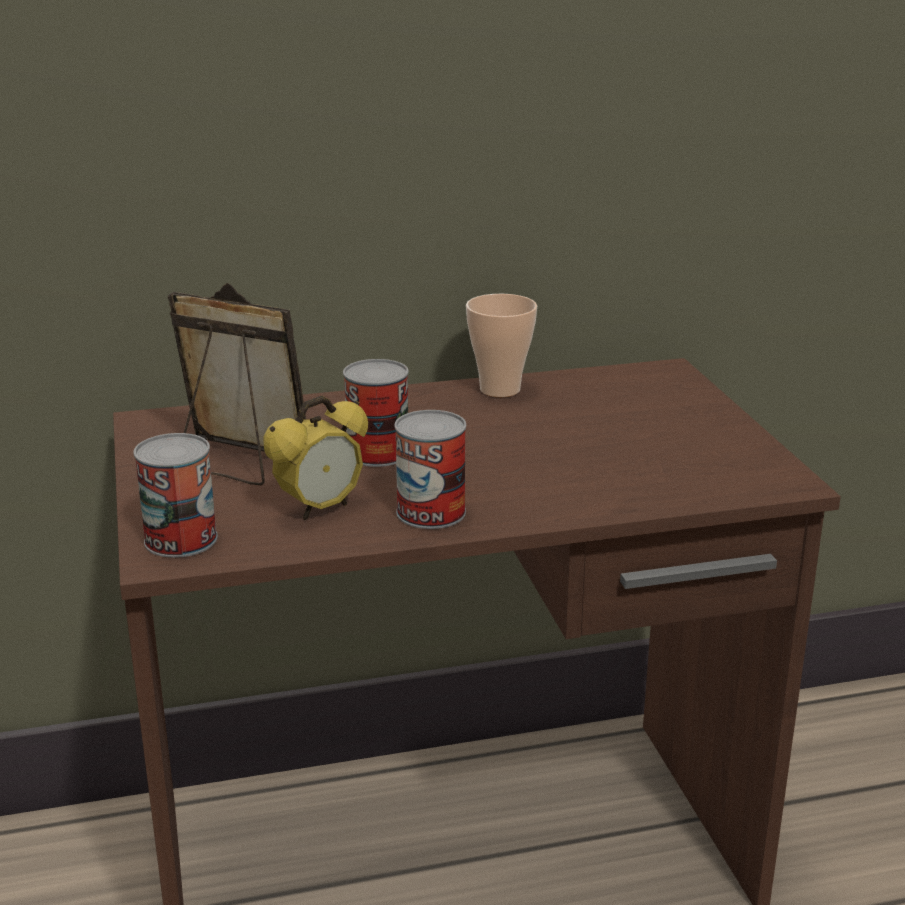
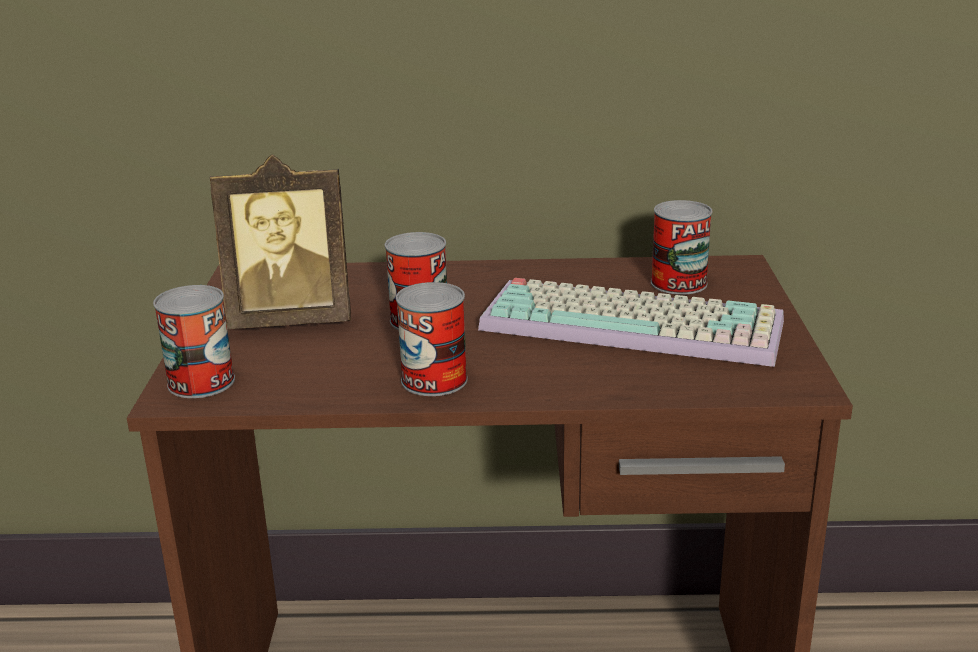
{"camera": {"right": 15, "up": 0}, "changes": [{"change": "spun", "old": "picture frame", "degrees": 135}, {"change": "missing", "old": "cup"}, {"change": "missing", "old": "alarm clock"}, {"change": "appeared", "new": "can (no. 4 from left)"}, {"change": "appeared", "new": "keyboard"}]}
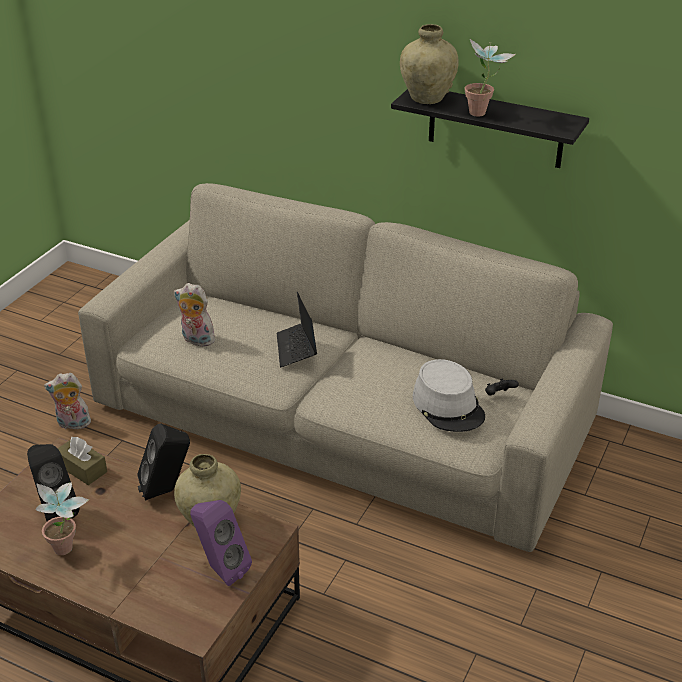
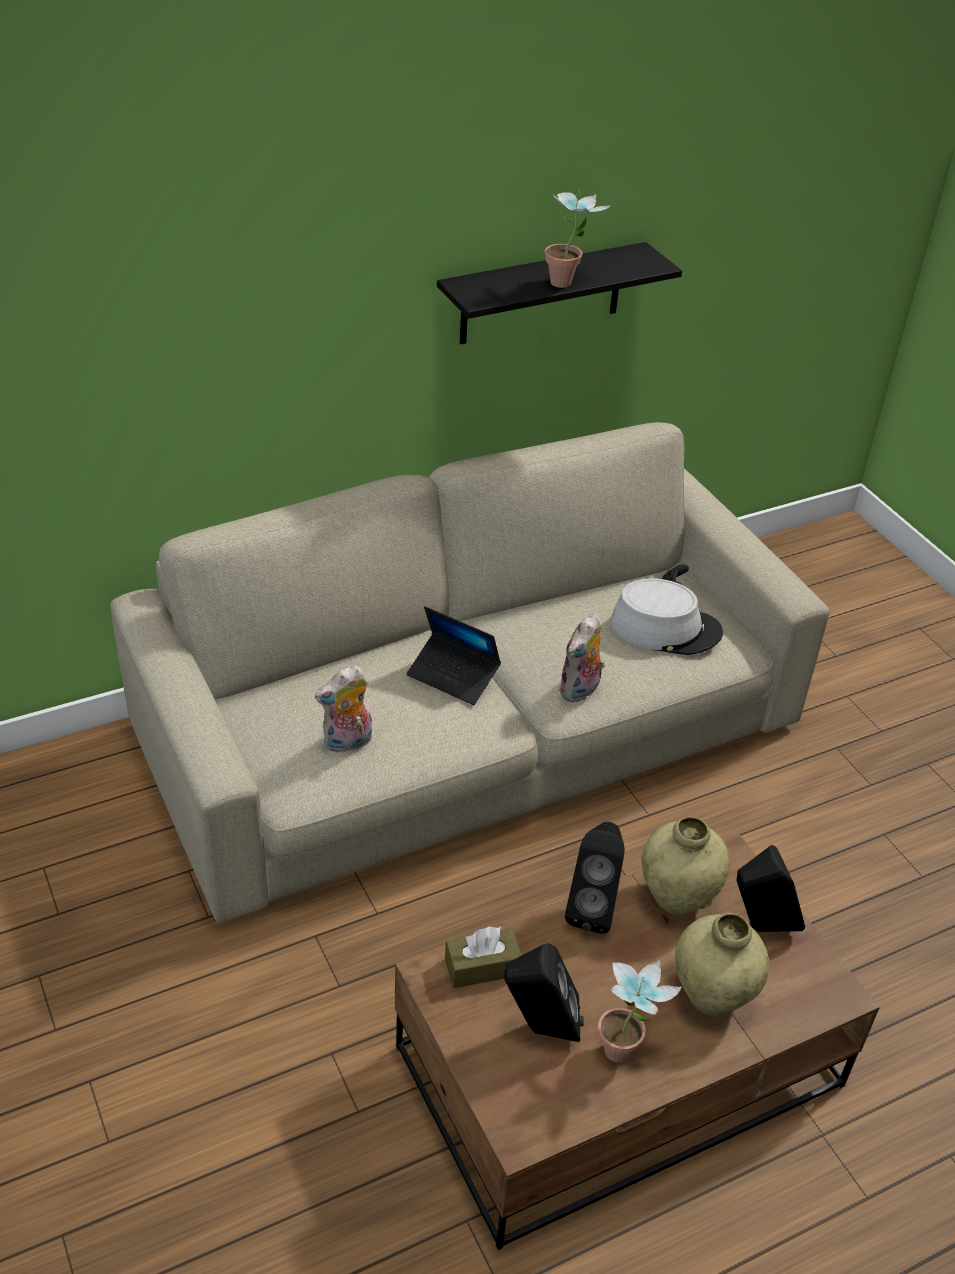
{"camera": {"right": -55, "up": 5}, "changes": [{"change": "relocated", "old": "vase (beige) (no. 2 from left)"}, {"change": "relocated", "old": "plush toy (no. 1 from left in the first image)", "new": "plush toy (no. 2 from left)"}, {"change": "colour", "old": "speaker (purple)", "new": "speaker (black) (no. 3 from left)"}]}
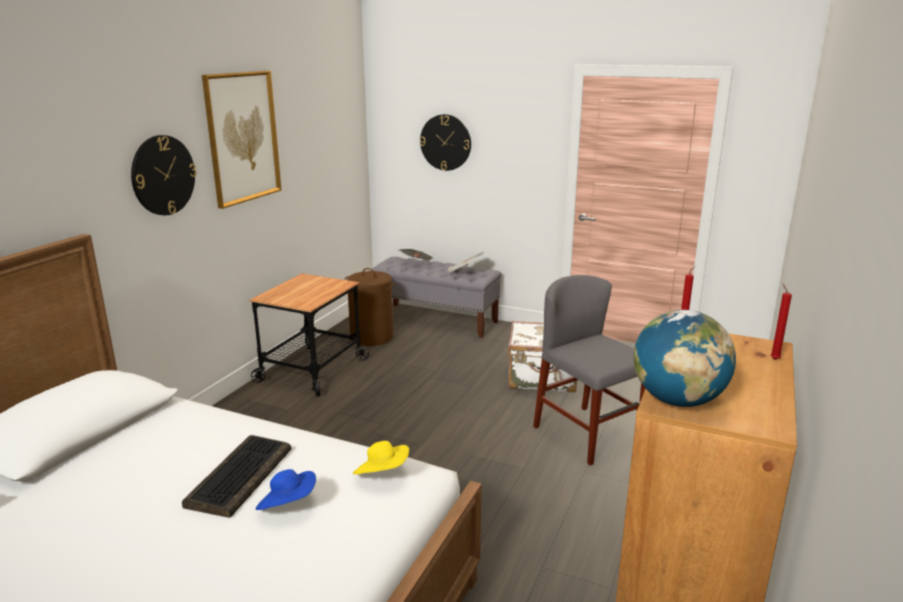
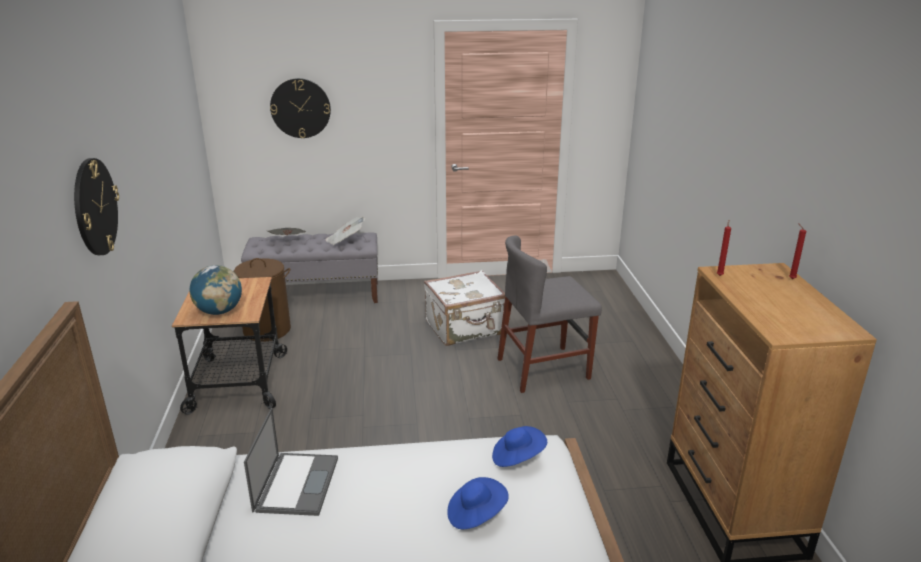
{"camera": {"right": -30, "up": 5}, "changes": [{"change": "missing", "old": "picture"}, {"change": "spun", "old": "chair (grey)", "degrees": -45}, {"change": "relocated", "old": "globe"}, {"change": "missing", "old": "keyboard"}, {"change": "colour", "old": "hat (yellow)", "new": "hat (blue) (no. 2 from left)"}, {"change": "appeared", "new": "laptop"}]}
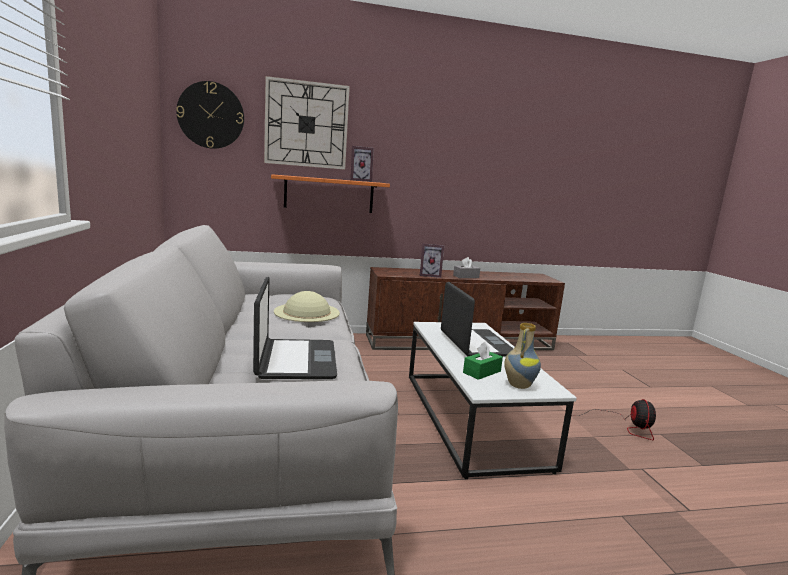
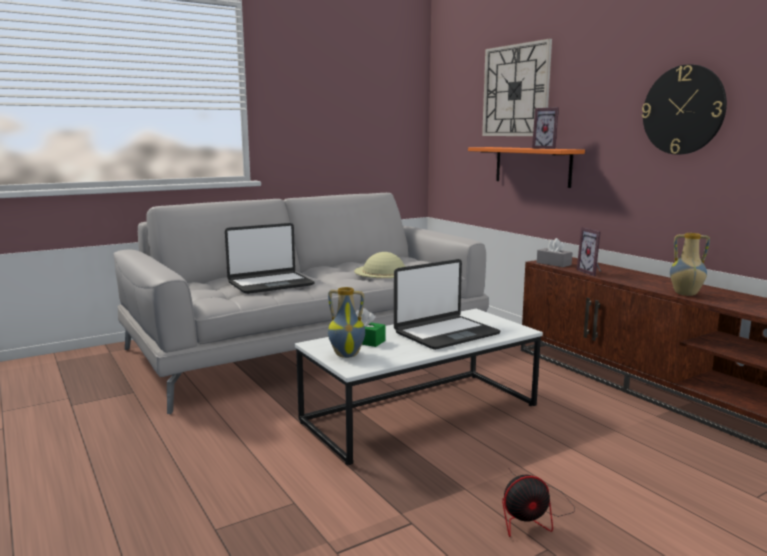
{"camera": {"right": 70, "up": 0}, "changes": [{"change": "relocated", "old": "wall clock (no. 1 from left in the first image)", "new": "wall clock (no. 2 from left)"}, {"change": "relocated", "old": "tissue box (grey)"}, {"change": "appeared", "new": "vase (no. 2 from left)"}]}
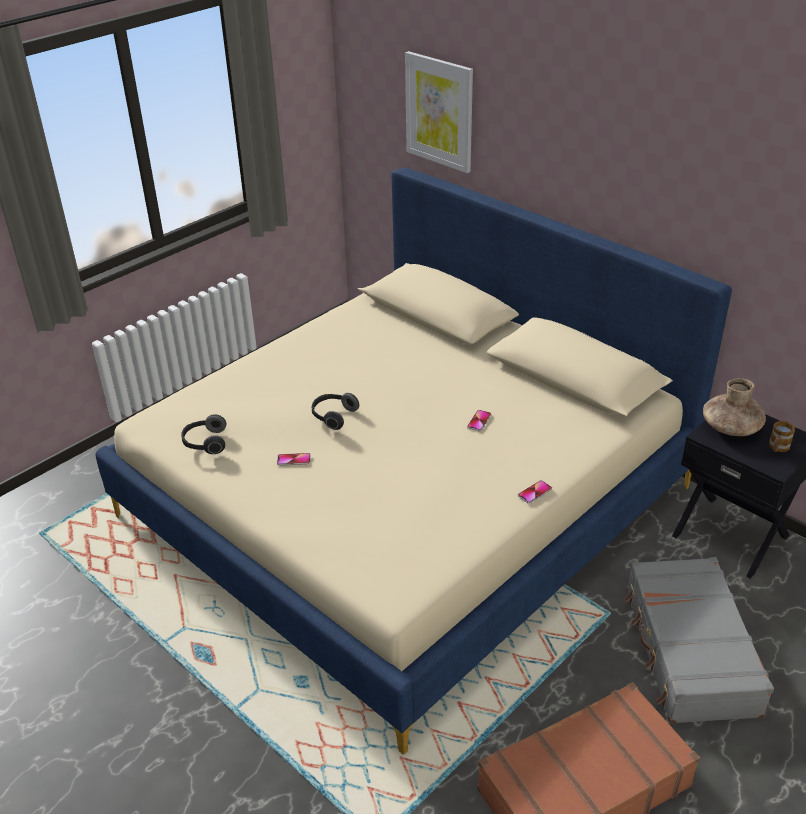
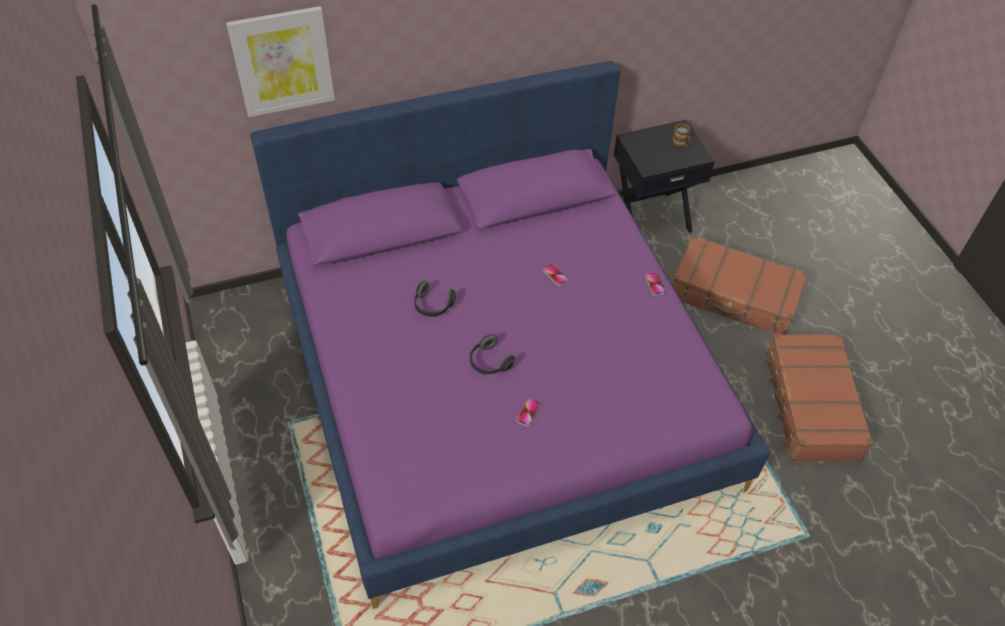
{"camera": {"right": -65, "up": 15}, "changes": [{"change": "colour", "old": "bed (beige)", "new": "bed (purple)"}, {"change": "missing", "old": "vase (brown)"}, {"change": "relocated", "old": "headphones (no. 1 from left)"}, {"change": "colour", "old": "suitcase (grey)", "new": "suitcase (brown) (no. 1 from left)"}]}
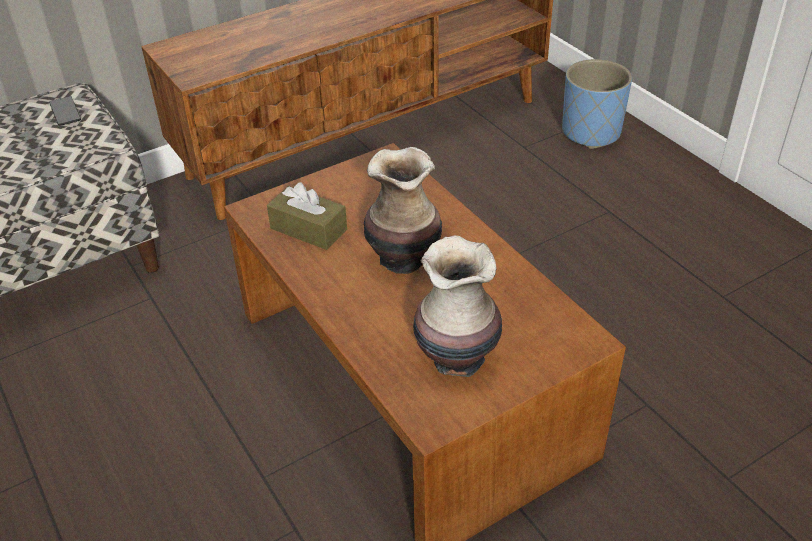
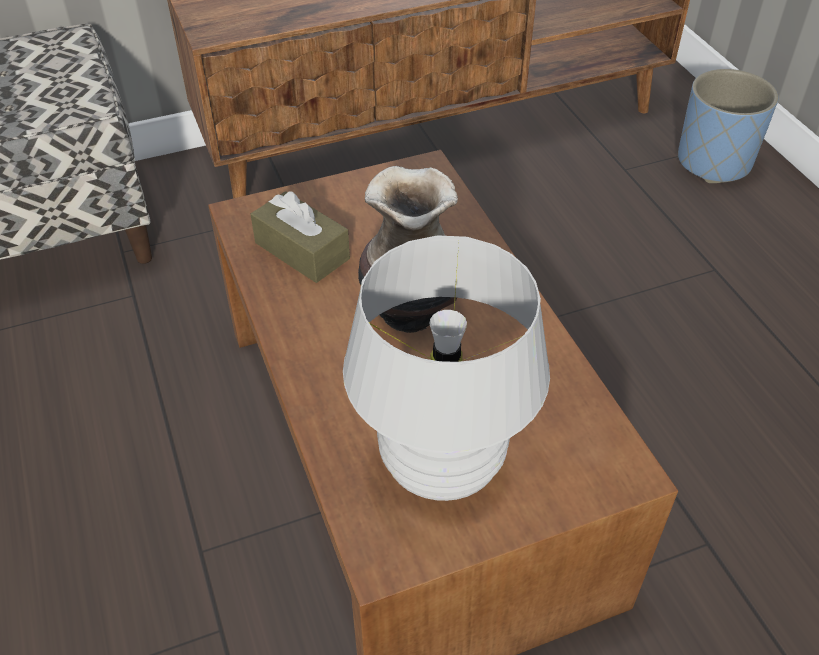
{"camera": {"right": 10, "up": 5}, "changes": [{"change": "missing", "old": "phone"}, {"change": "exchanged", "old": "vase (no. 2 from left)", "new": "table lamp (white)"}]}
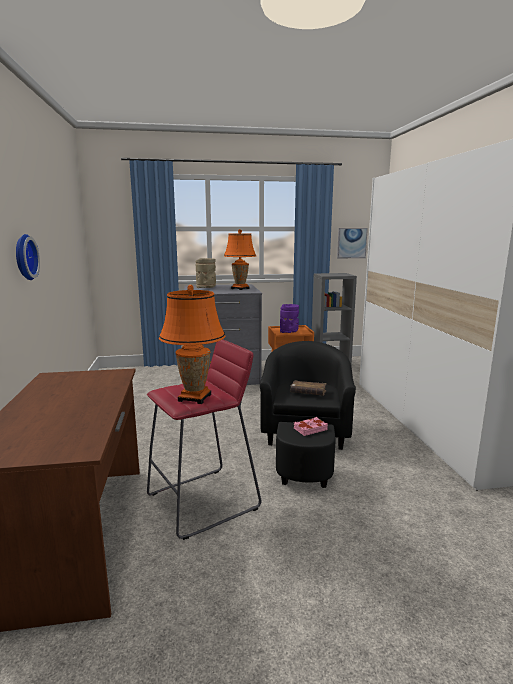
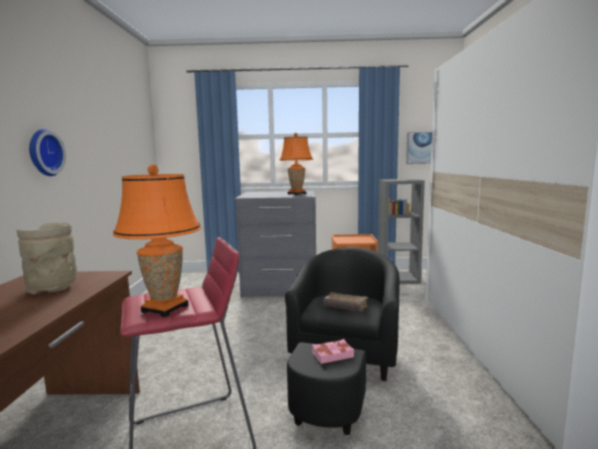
{"camera": {"right": 10, "up": -5}, "changes": [{"change": "relocated", "old": "vase (beige)"}, {"change": "missing", "old": "vase (purple)"}]}
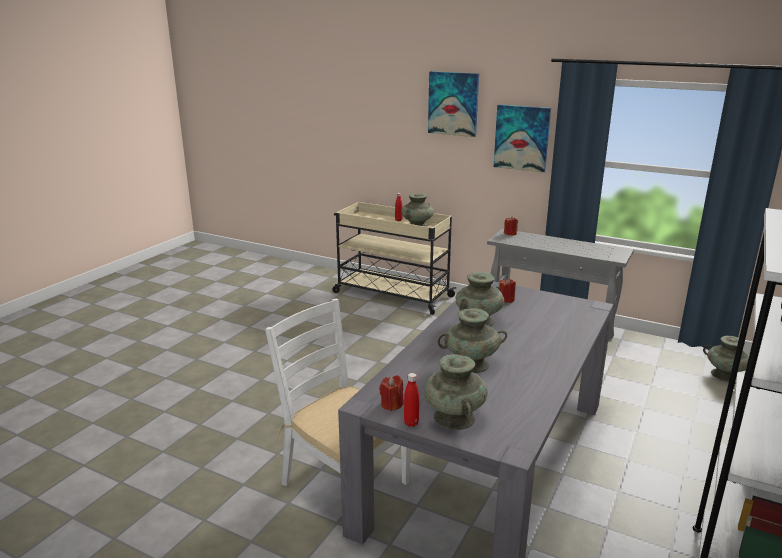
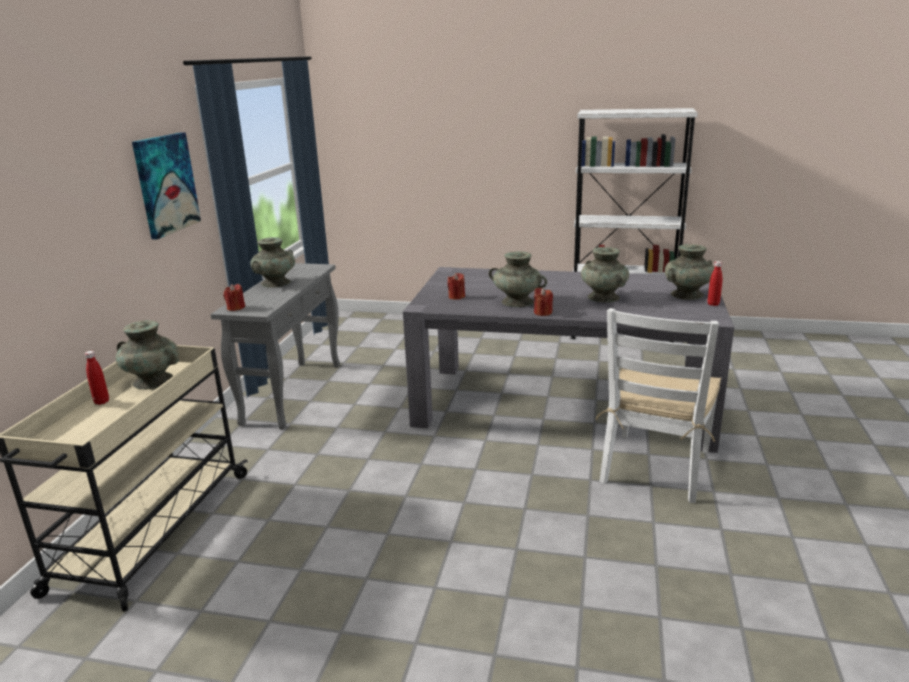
{"camera": {"right": -105, "up": 0}, "changes": [{"change": "missing", "old": "picture (no. 1 from left)"}, {"change": "relocated", "old": "vase (turquoise) (no. 5 from left in the first image)", "new": "vase (turquoise) (no. 2 from left)"}, {"change": "relocated", "old": "candle (red) (no. 1 from left in the first image)", "new": "candle (red) (no. 3 from left)"}]}
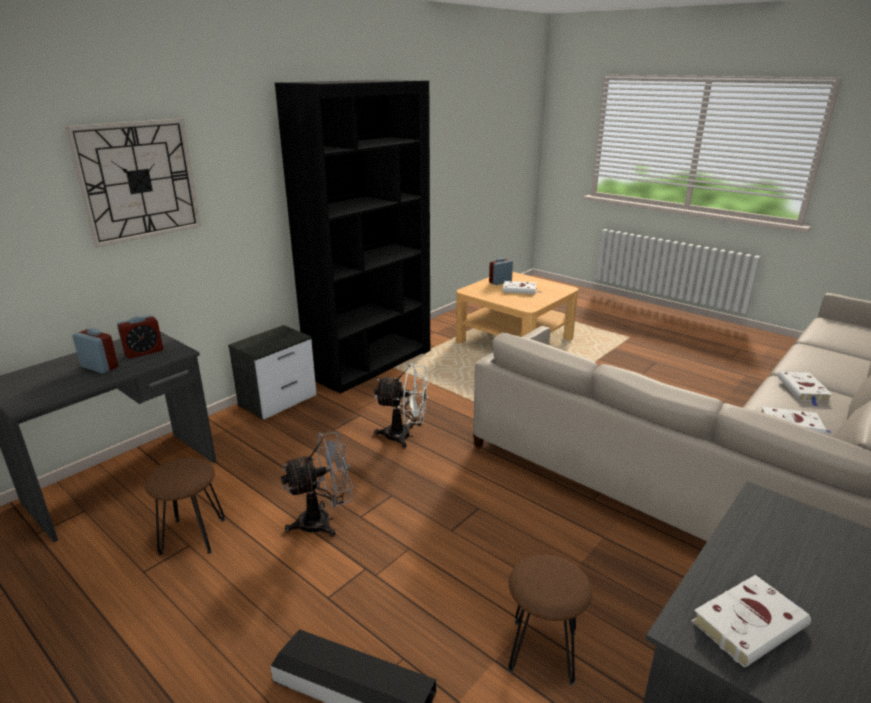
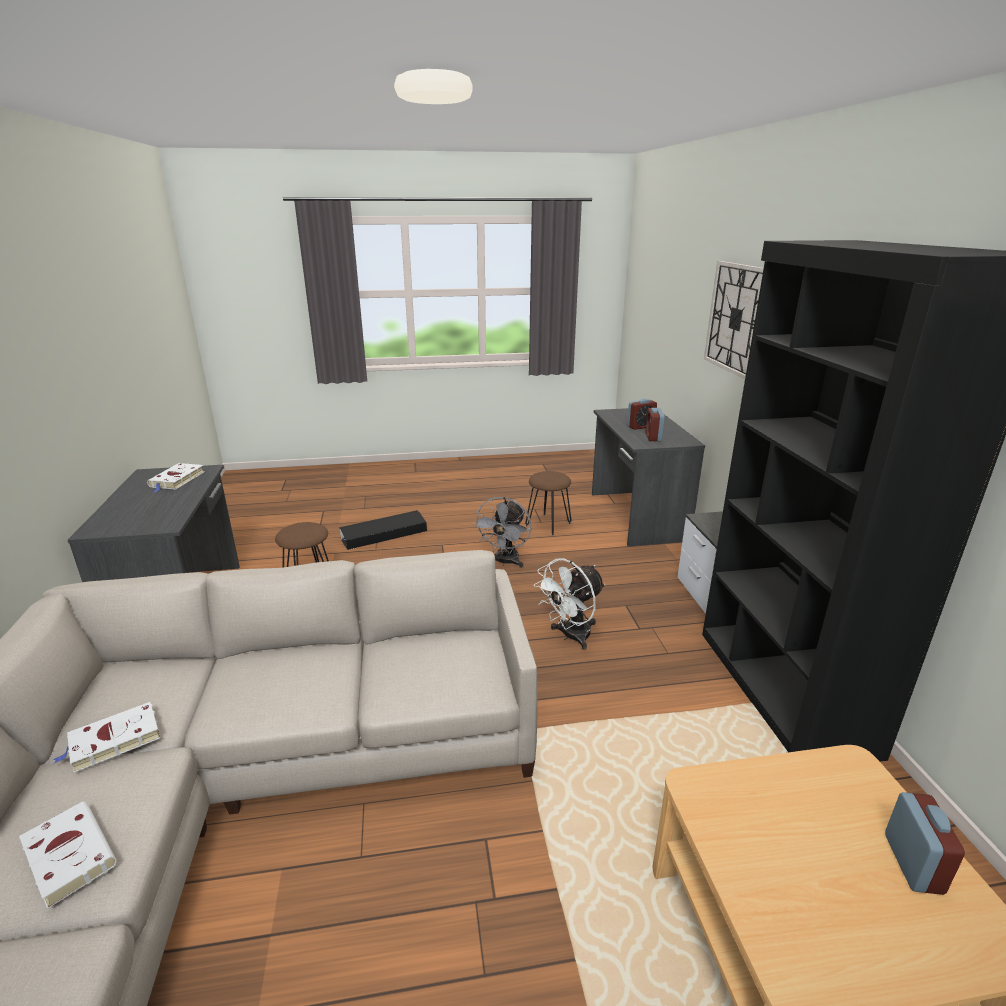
{"camera": {"right": 130, "up": 0}, "changes": [{"change": "missing", "old": "book (white) (no. 1 from left)"}]}
